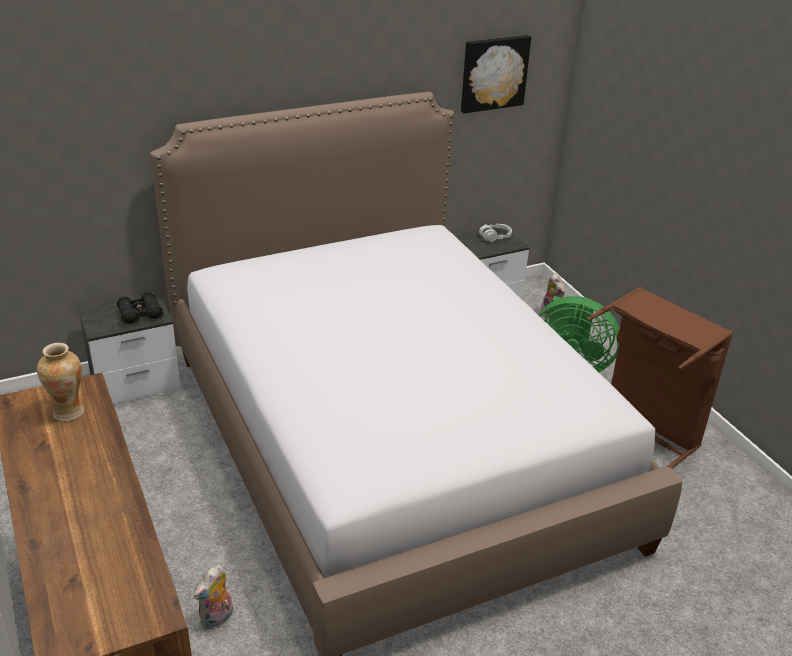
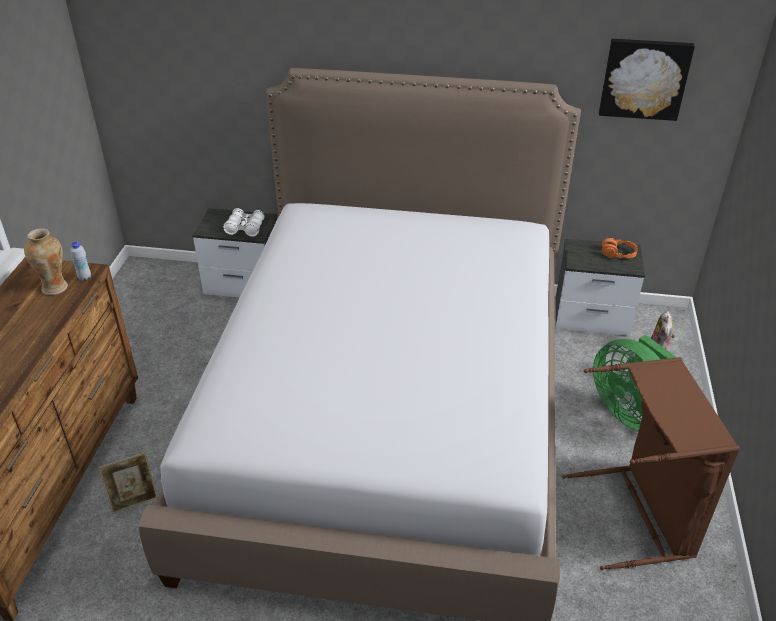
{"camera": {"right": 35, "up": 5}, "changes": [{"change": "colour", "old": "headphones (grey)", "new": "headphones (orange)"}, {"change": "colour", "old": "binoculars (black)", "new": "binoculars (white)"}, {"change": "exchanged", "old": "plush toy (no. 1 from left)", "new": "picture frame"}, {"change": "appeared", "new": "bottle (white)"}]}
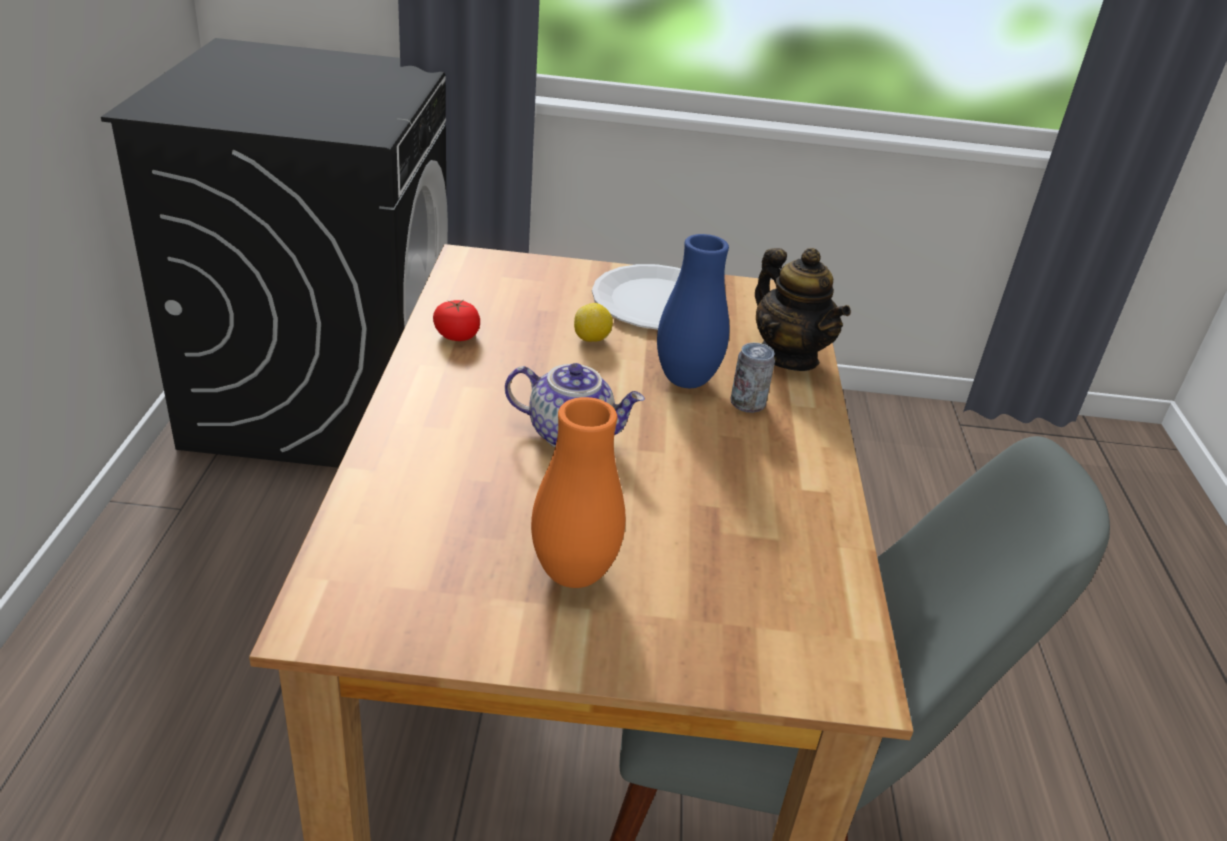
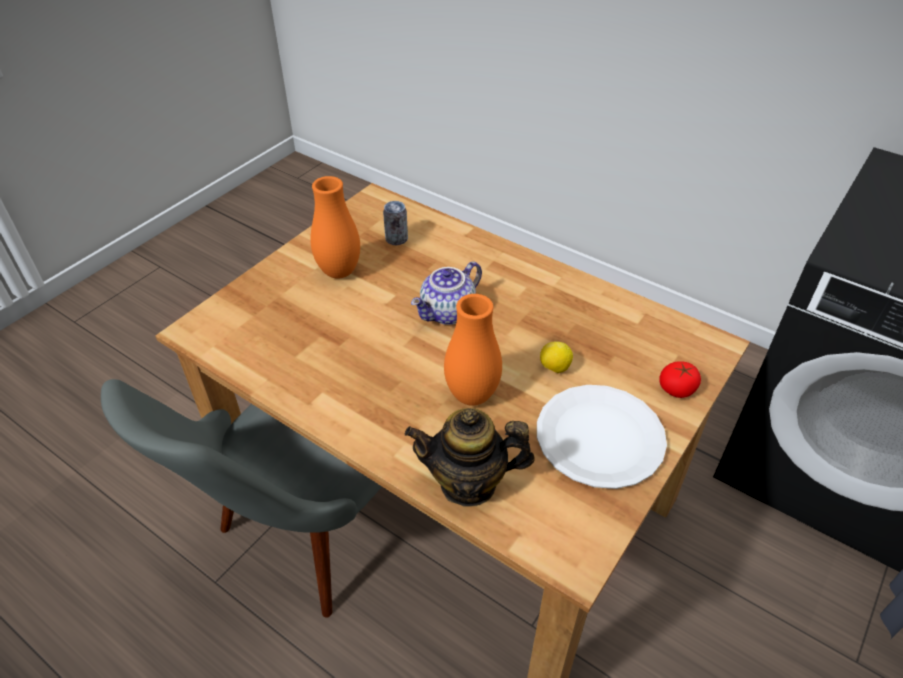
{"camera": {"right": 125, "up": 10}, "changes": [{"change": "colour", "old": "vase (blue)", "new": "vase (orange) (no. 2 from left)"}, {"change": "relocated", "old": "tomato"}, {"change": "relocated", "old": "can"}]}
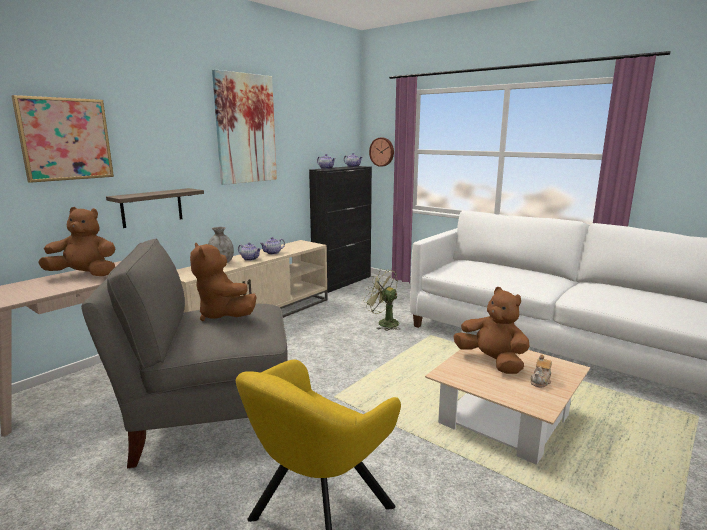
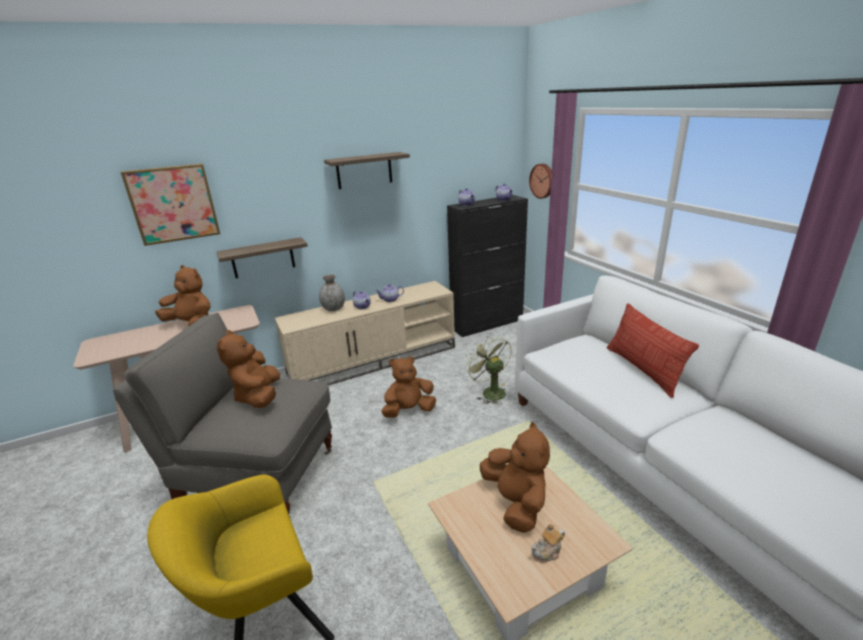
{"camera": {"right": 25, "up": 10}, "changes": [{"change": "exchanged", "old": "picture (no. 2 from left)", "new": "shelf (no. 2 from left)"}, {"change": "appeared", "new": "pillow"}, {"change": "appeared", "new": "plush toy (brown) (no. 3 from left)"}]}
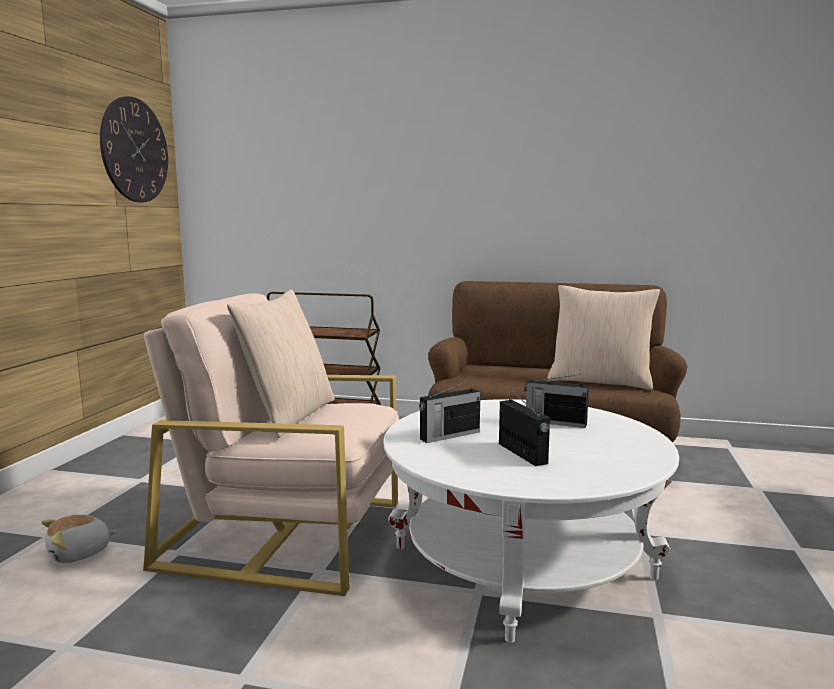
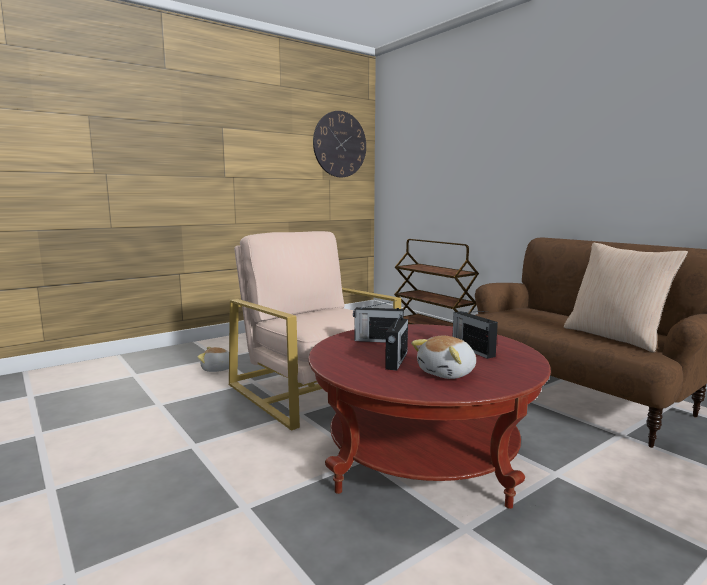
{"camera": {"right": 40, "up": 0}, "changes": [{"change": "missing", "old": "pillow (beige) (no. 1 from left)"}, {"change": "colour", "old": "coffee table (white)", "new": "coffee table (red)"}, {"change": "appeared", "new": "plush toy (no. 2 from left)"}]}
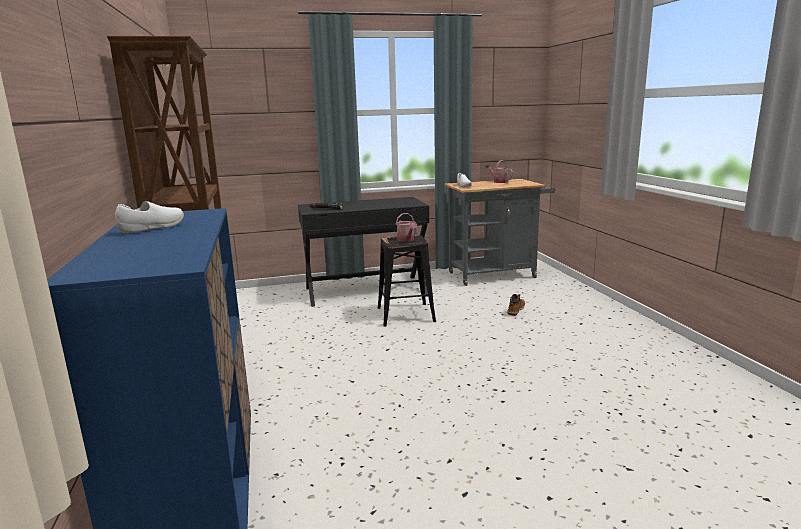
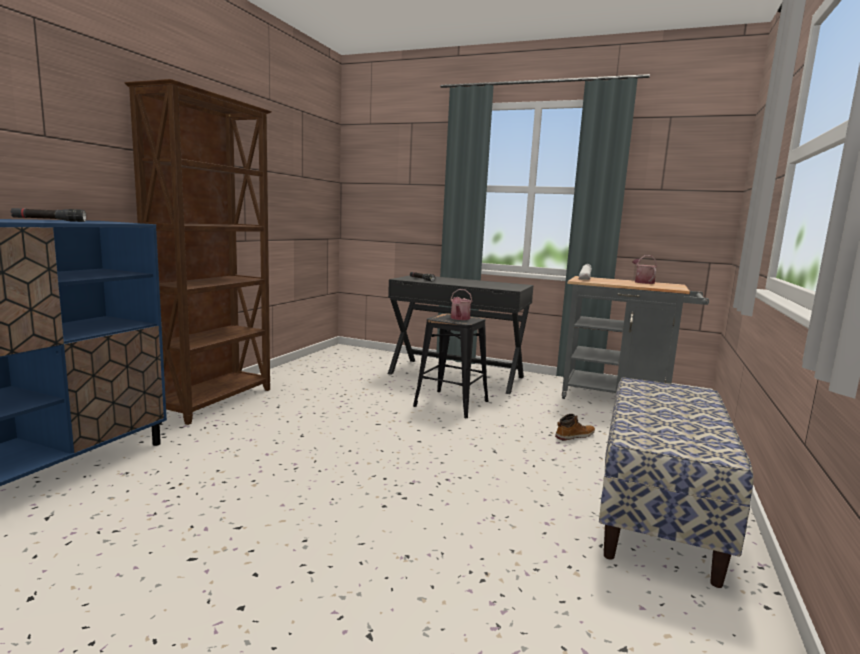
{"camera": {"right": 35, "up": -5}, "changes": [{"change": "exchanged", "old": "shoe (white) (no. 1 from left)", "new": "flashlight (black) (no. 1 from left)"}, {"change": "appeared", "new": "bench"}]}
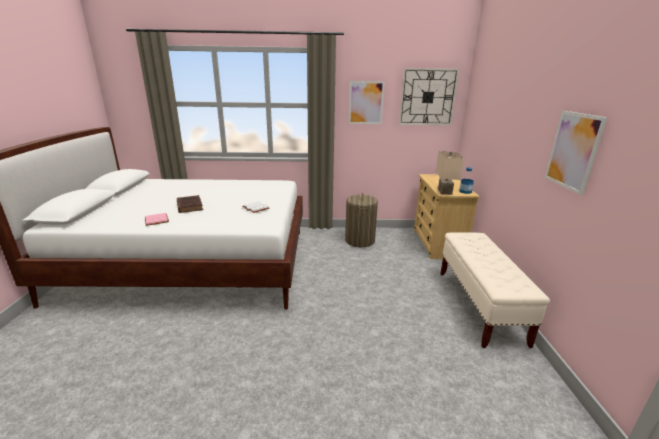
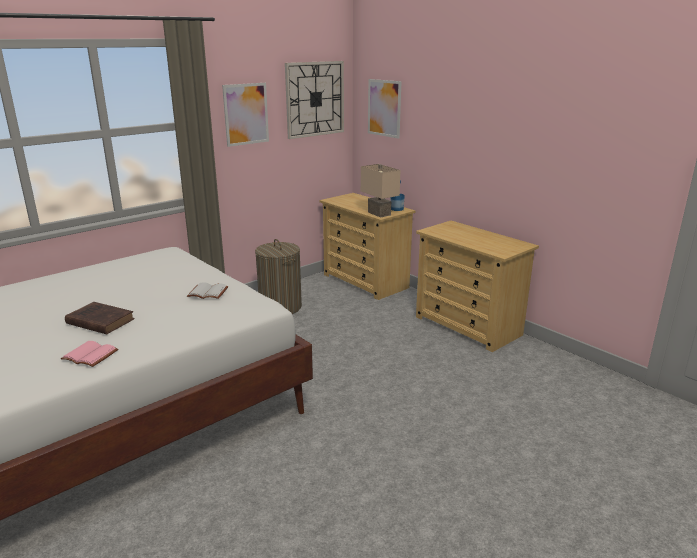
{"camera": {"right": -40, "up": 0}, "changes": [{"change": "relocated", "old": "picture (no. 2 from left)"}, {"change": "exchanged", "old": "bench (beige)", "new": "dresser (beige) (no. 2 from left)"}]}
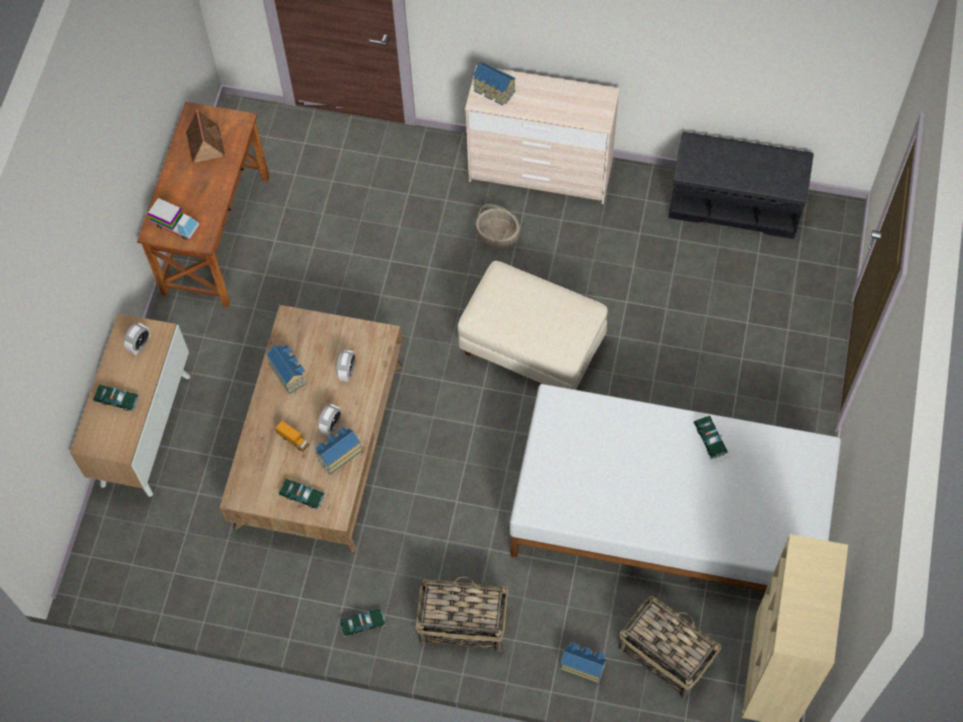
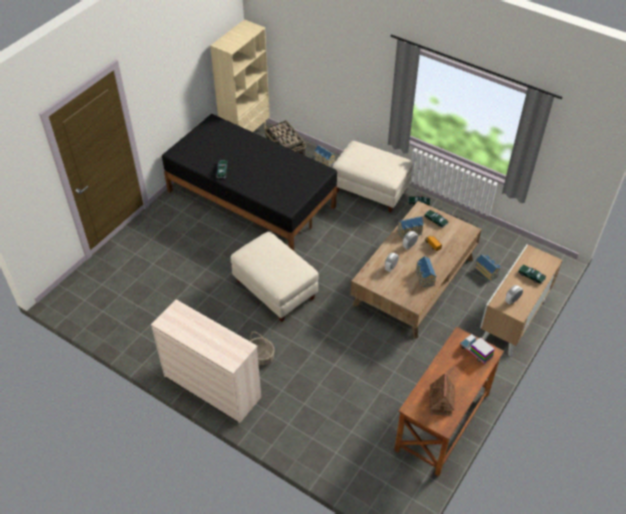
{"camera": {"right": -160, "up": -15}, "changes": [{"change": "relocated", "old": "toy house (no. 4 from left in the first image)", "new": "toy house (no. 5 from left)"}, {"change": "missing", "old": "bench (grey)"}, {"change": "colour", "old": "bed (white)", "new": "bed (black)"}, {"change": "exchanged", "old": "basket (no. 1 from left)", "new": "ottoman (beige) (no. 2 from left)"}]}
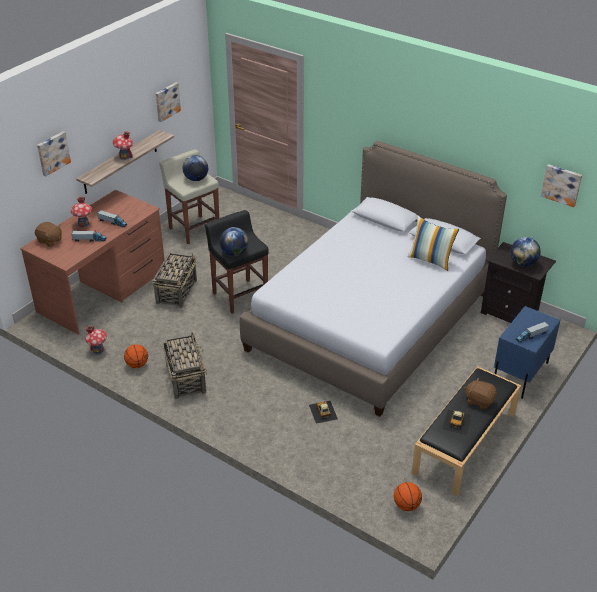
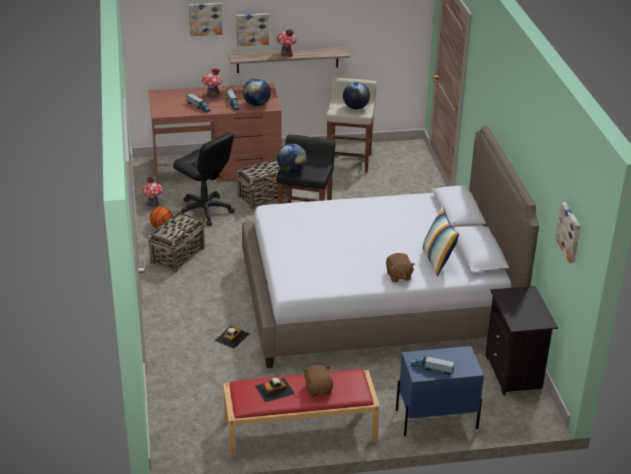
{"camera": {"right": 45, "up": -5}, "changes": [{"change": "relocated", "old": "picture (no. 2 from left)"}, {"change": "relocated", "old": "plush toy (brown) (no. 1 from left in the first image)", "new": "plush toy (brown) (no. 2 from left)"}, {"change": "relocated", "old": "globe (no. 3 from left in the first image)", "new": "globe (no. 1 from left)"}, {"change": "colour", "old": "bench (black)", "new": "bench (red)"}, {"change": "missing", "old": "basketball (no. 2 from left)"}, {"change": "appeared", "new": "office chair (black)"}]}
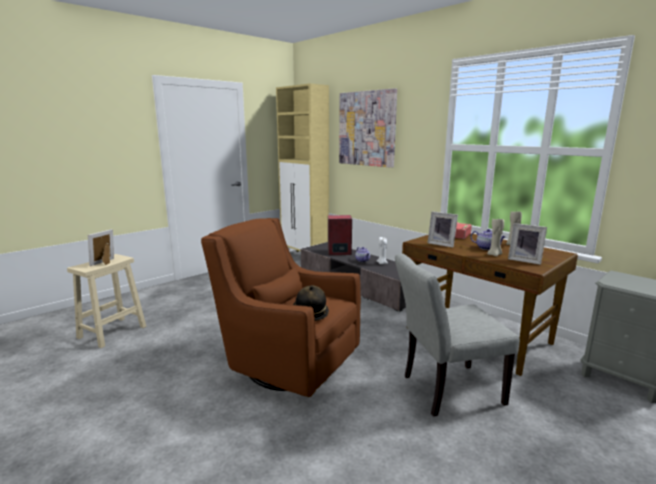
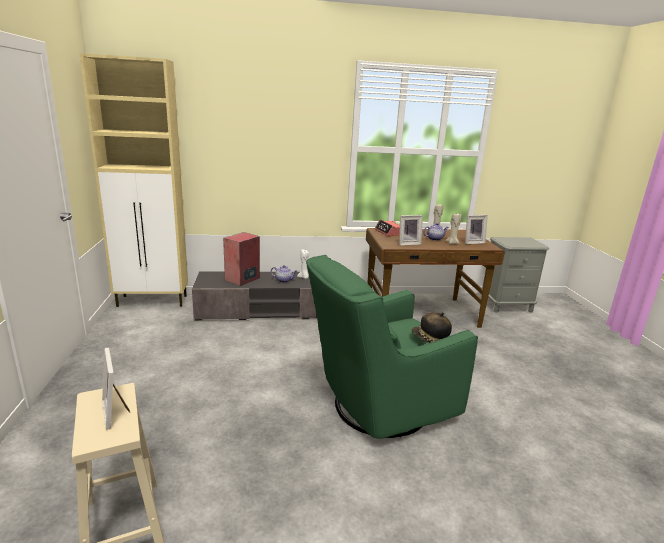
{"camera": {"right": -55, "up": 5}, "changes": [{"change": "missing", "old": "picture"}, {"change": "colour", "old": "armchair (brown)", "new": "armchair (green)"}, {"change": "missing", "old": "chair (grey)"}]}
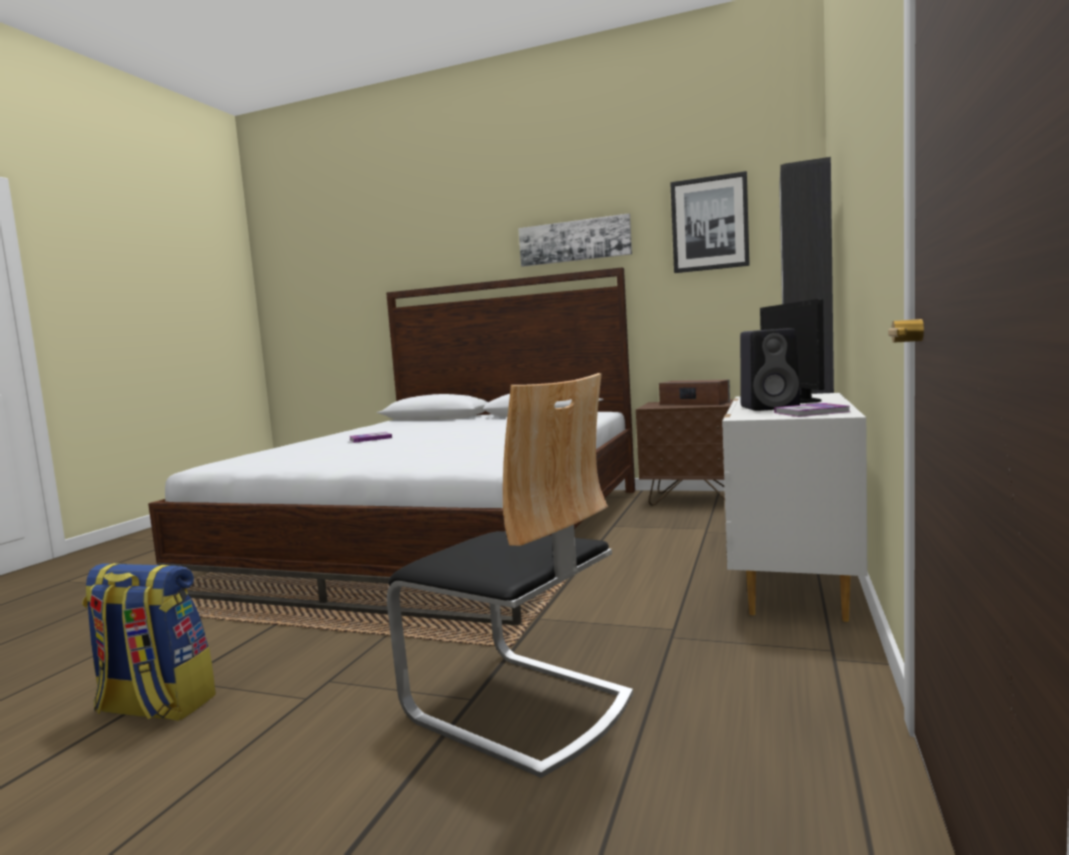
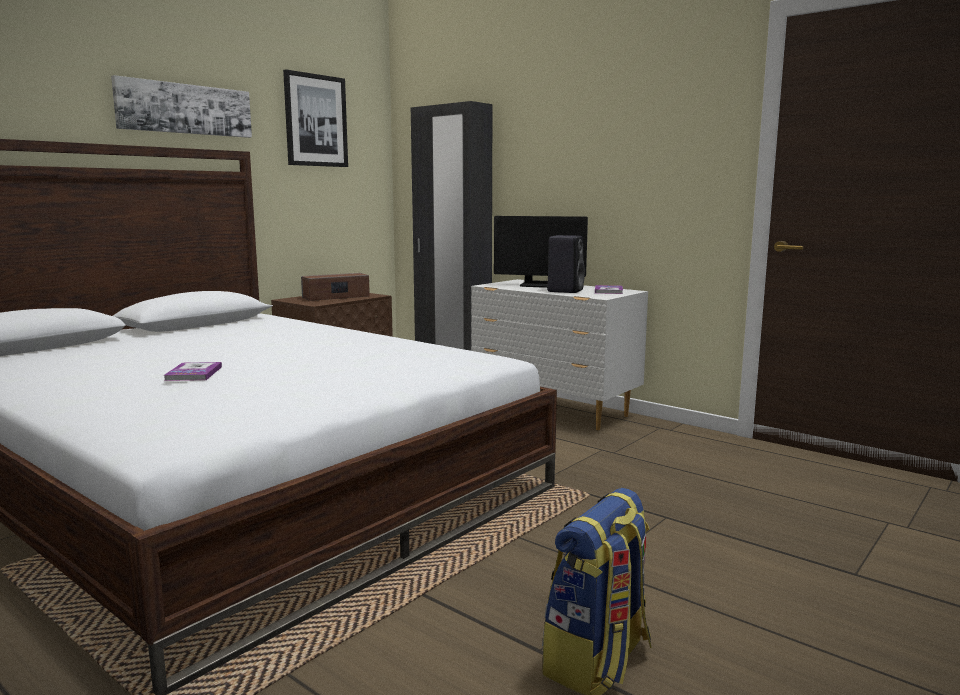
{"camera": {"right": -70, "up": 5}, "changes": [{"change": "missing", "old": "chair"}]}
